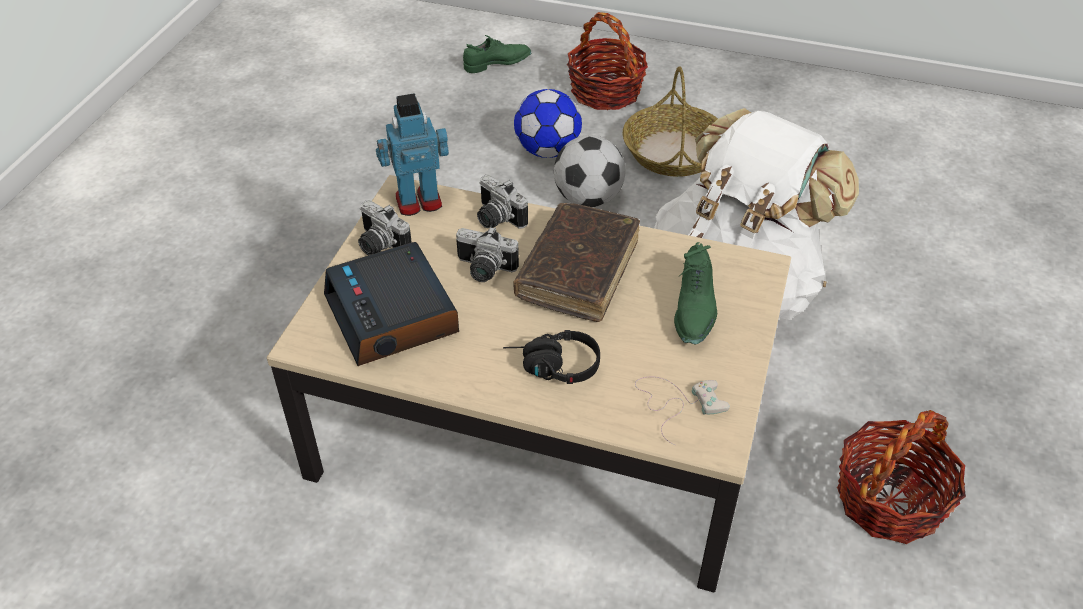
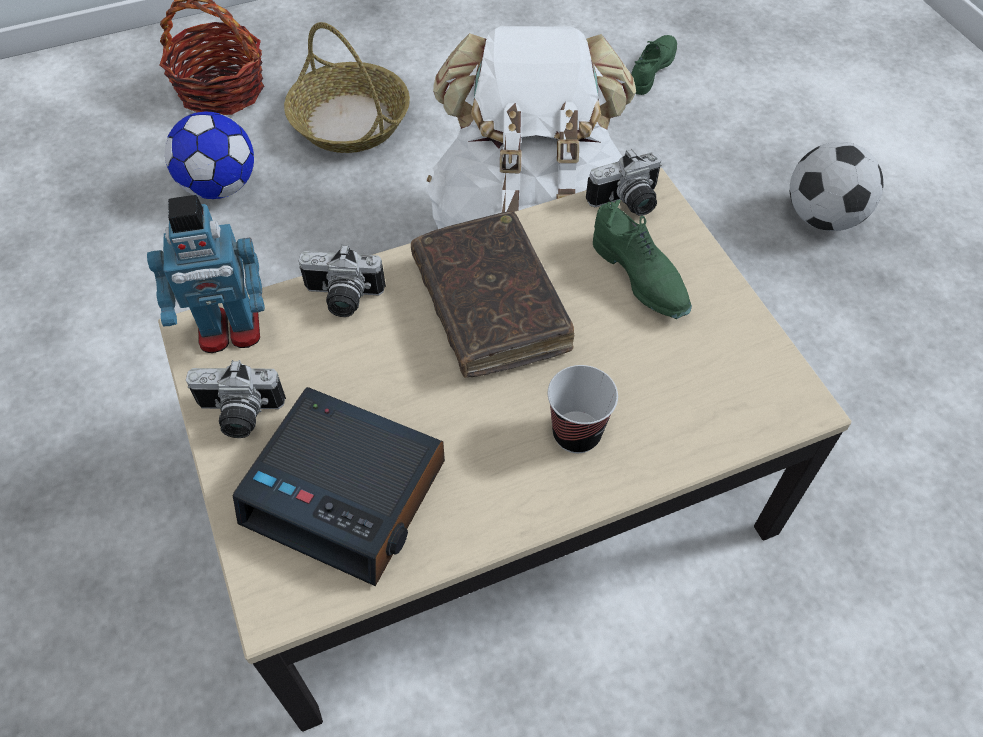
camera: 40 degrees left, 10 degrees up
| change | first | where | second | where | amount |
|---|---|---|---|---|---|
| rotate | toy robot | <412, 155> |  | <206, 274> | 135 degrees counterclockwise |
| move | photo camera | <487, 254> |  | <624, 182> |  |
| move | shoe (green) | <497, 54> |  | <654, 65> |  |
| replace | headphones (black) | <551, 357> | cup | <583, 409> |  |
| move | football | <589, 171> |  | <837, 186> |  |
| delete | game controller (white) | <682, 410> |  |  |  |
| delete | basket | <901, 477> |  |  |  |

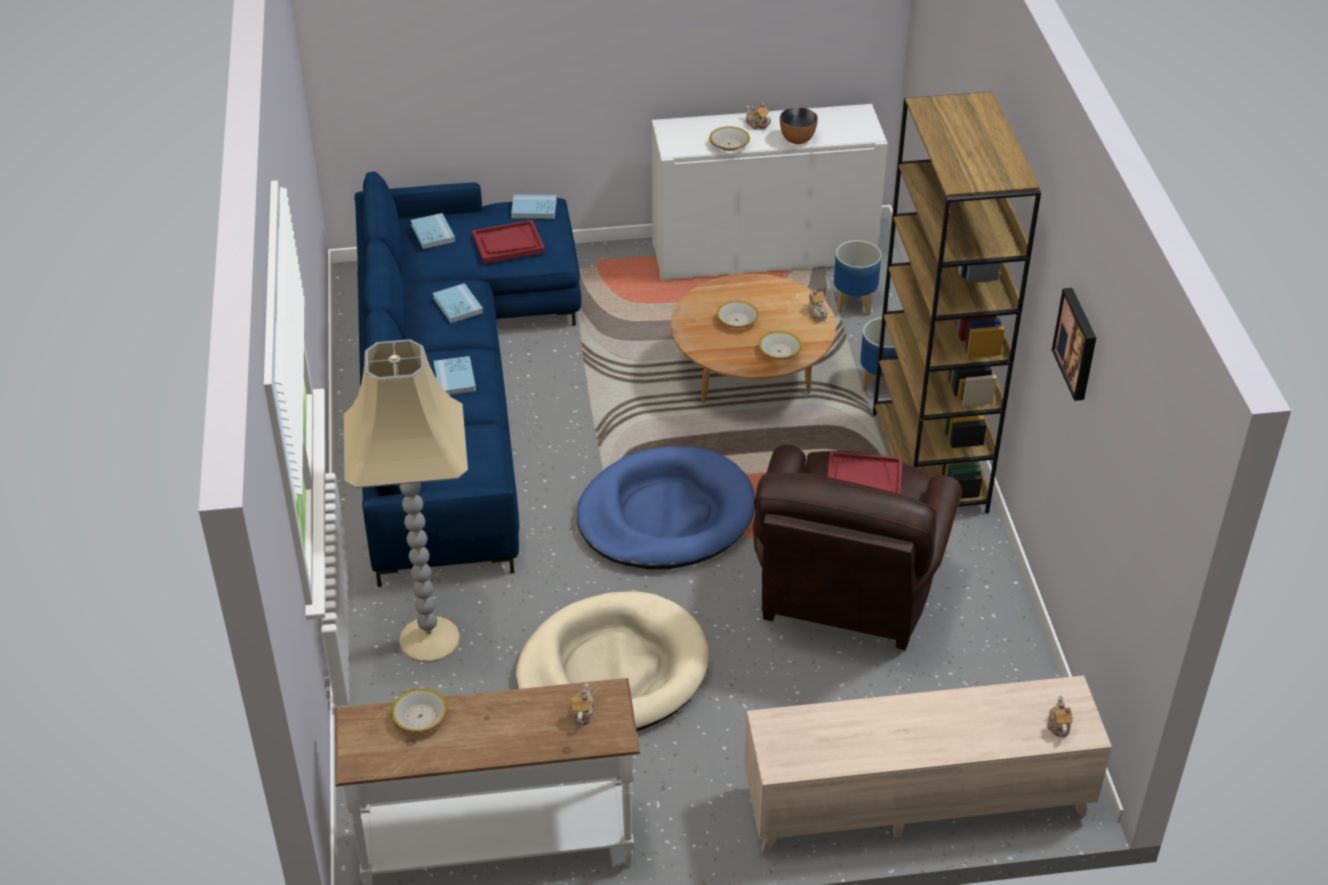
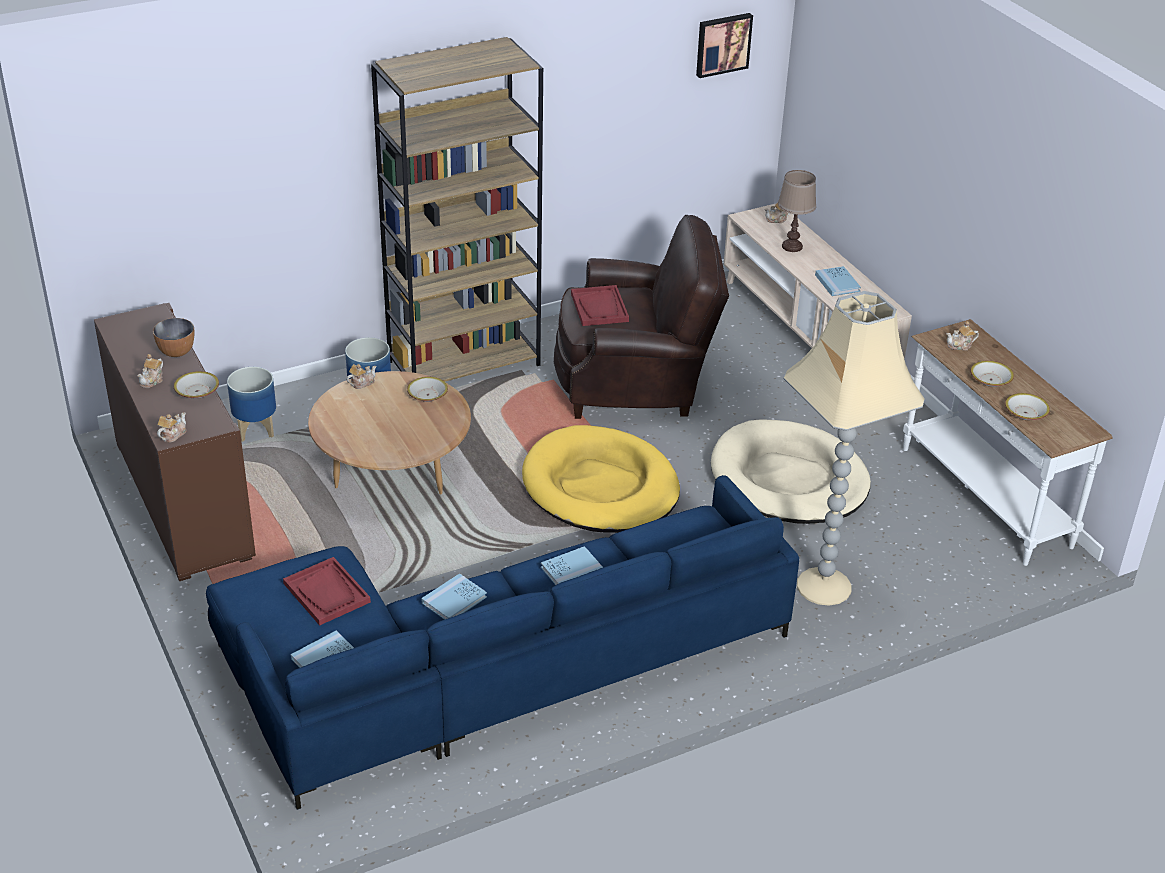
camera: 110 degrees left, 5 degrees down
| change | first | where | second | where | amount |
|---|---|---|---|---|---|
| move | book (blue) | <534, 206> |  | <838, 281> |  |
| recolor | dog bed (blue) | <666, 507> | dog bed (yellow) | <601, 479> |  |
| recolor | cabinet (white) | <770, 192> | cabinet (brown) | <175, 442> |  |
| move | bowl | <737, 314> |  | <992, 374> |  |
| move | picture | <1074, 344> |  | <724, 45> |  |
| insert |  |  | teapot | <172, 427> |  |
| insert |  |  | table lamp (brown) | <797, 211> |  |

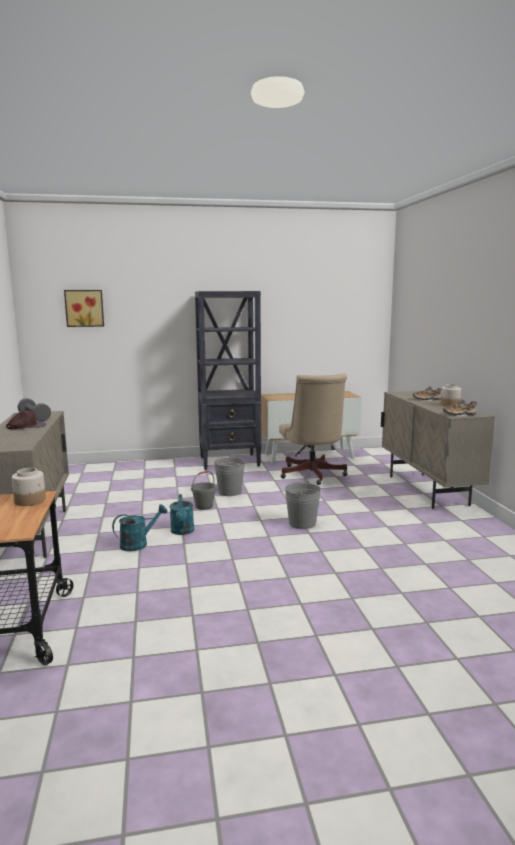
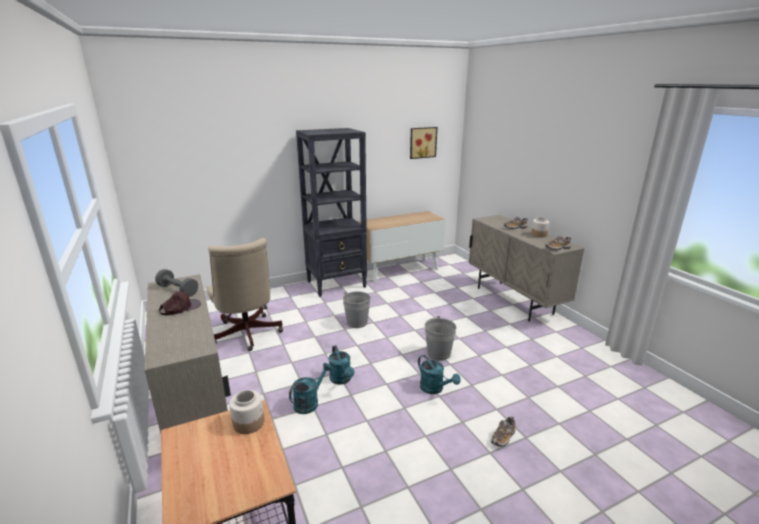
camera: 15 degrees left, 10 degrees up
| change | first | where | second | where | amount |
|---|---|---|---|---|---|
| move | picture | <84, 308> |  | <423, 143> |  |
| delete | bucket (grey) | <203, 490> |  |  |  |
| move | office chair (beige) | <313, 429> |  | <245, 294> |  |
| insert |  |  | watering can (turquoise) | <439, 374> |  |
| insert |  |  | shoe | <503, 431> |  |

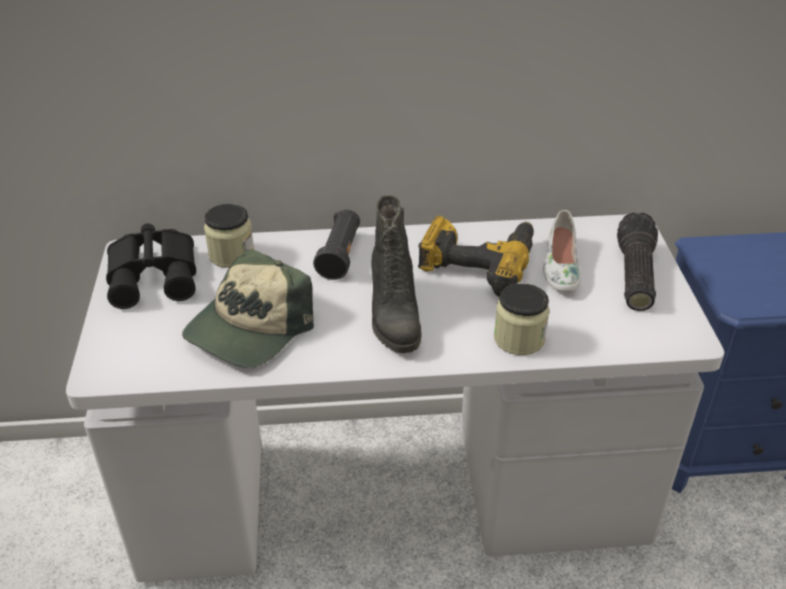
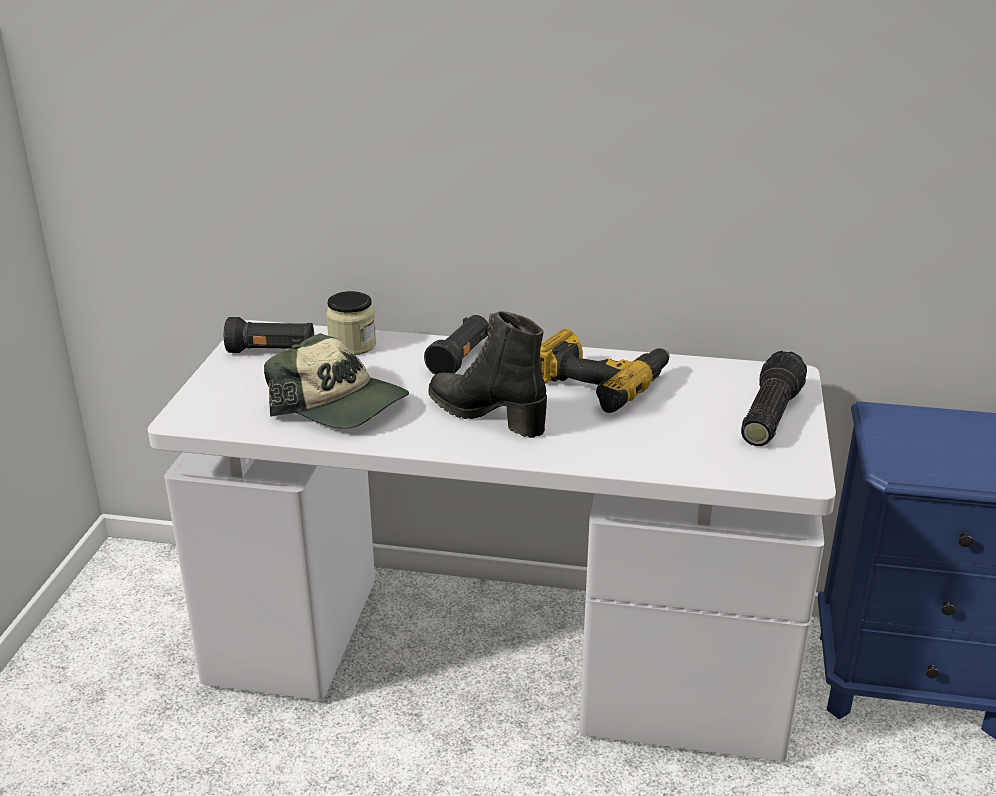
camera: 15 degrees right, 10 degrees down
| change | first | where | second | where | amount |
|---|---|---|---|---|---|
| replace | binoculars (black) | <151, 266> | flashlight (black) | <269, 335> |  |
| rotate | cap | <248, 308> |  | <336, 381> | 105 degrees counterclockwise |
| rotate | boot (black) | <396, 274> |  | <487, 374> | 120 degrees clockwise |
| delete | jar | <522, 319> |  |  |  |
| delete | shoe (white) | <562, 251> |  |  |  |

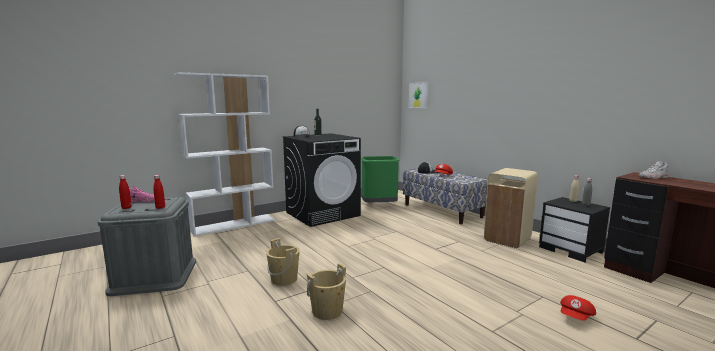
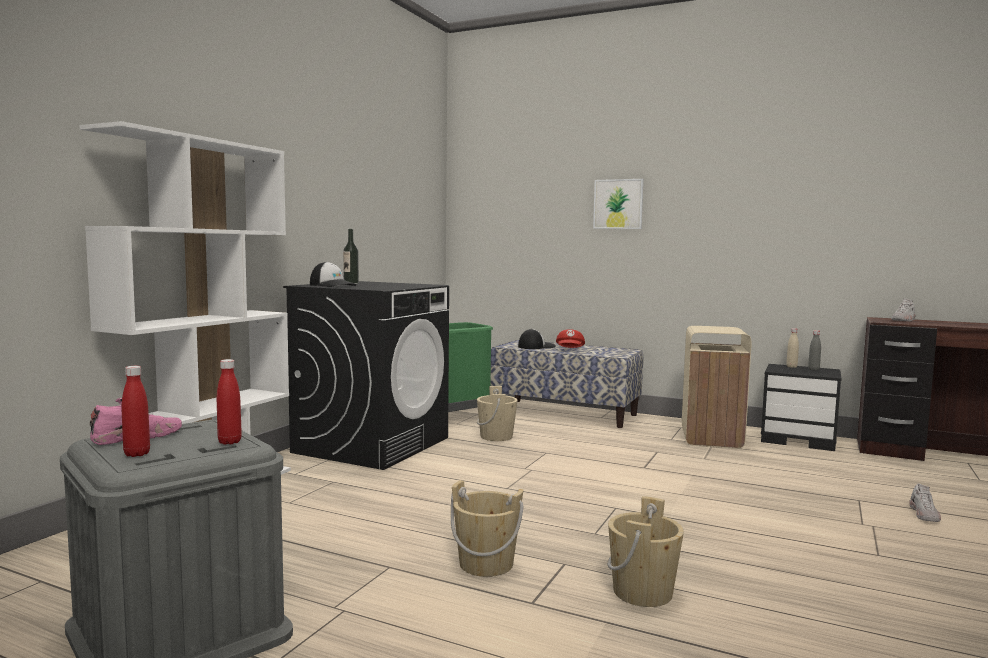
camera: 30 degrees left, 5 degrees down
| change | first | where | second | where | amount |
|---|---|---|---|---|---|
| move | picture | <418, 95> |  | <618, 204> |  |
| replace | cap (red) | <578, 308> | shoe (white) | <925, 502> |  |
| insert |  |  | bucket (beige) | <497, 413> |  |

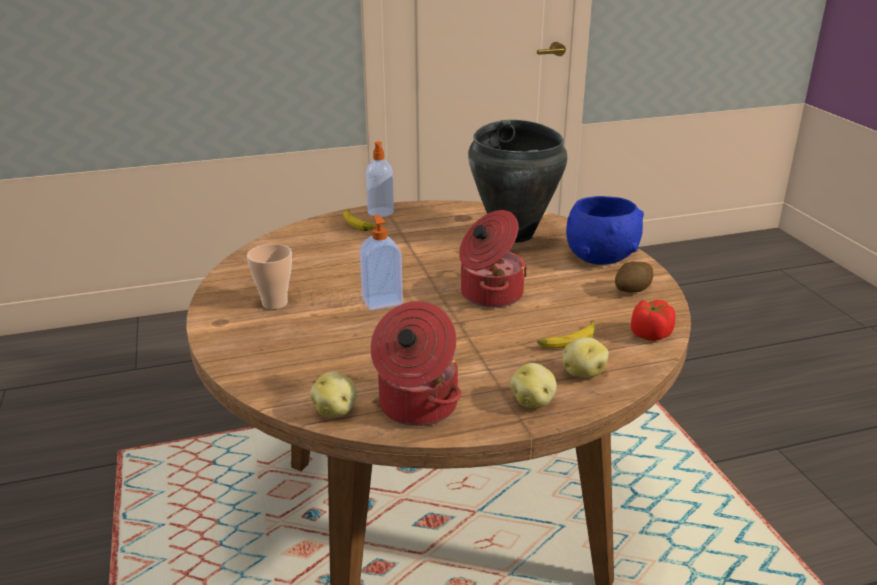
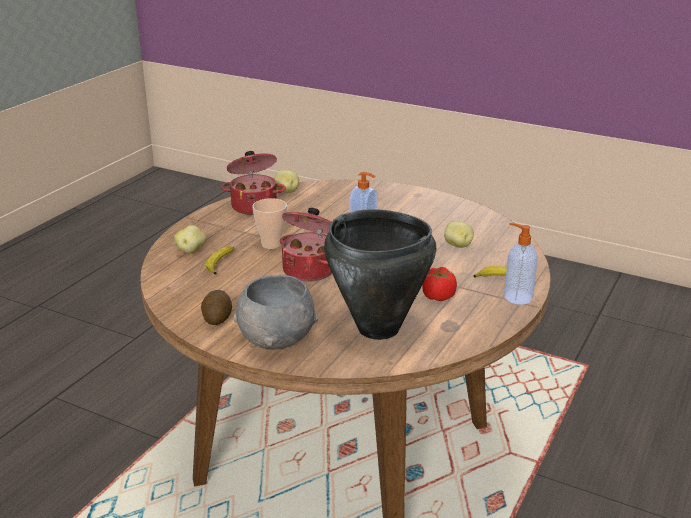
camera: 135 degrees right, 0 degrees up
| change | first | where | second | where | amount |
|---|---|---|---|---|---|
| move | cup | <269, 276> |  | <270, 223> |  |
| move | potato | <533, 385> |  | <459, 234> |  |
| recolor | bowl (blue) | <605, 230> | bowl (grey) | <276, 312> |  |
| move | tomato | <653, 320> |  | <439, 284> |  |

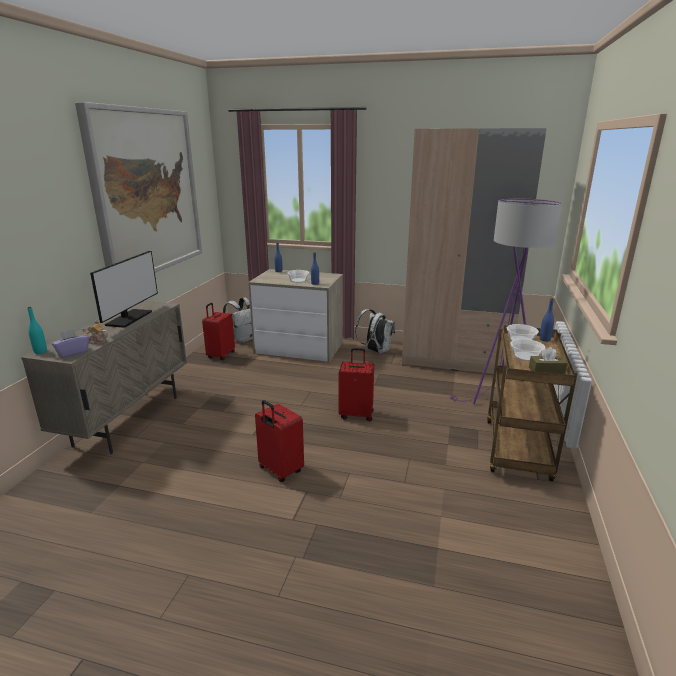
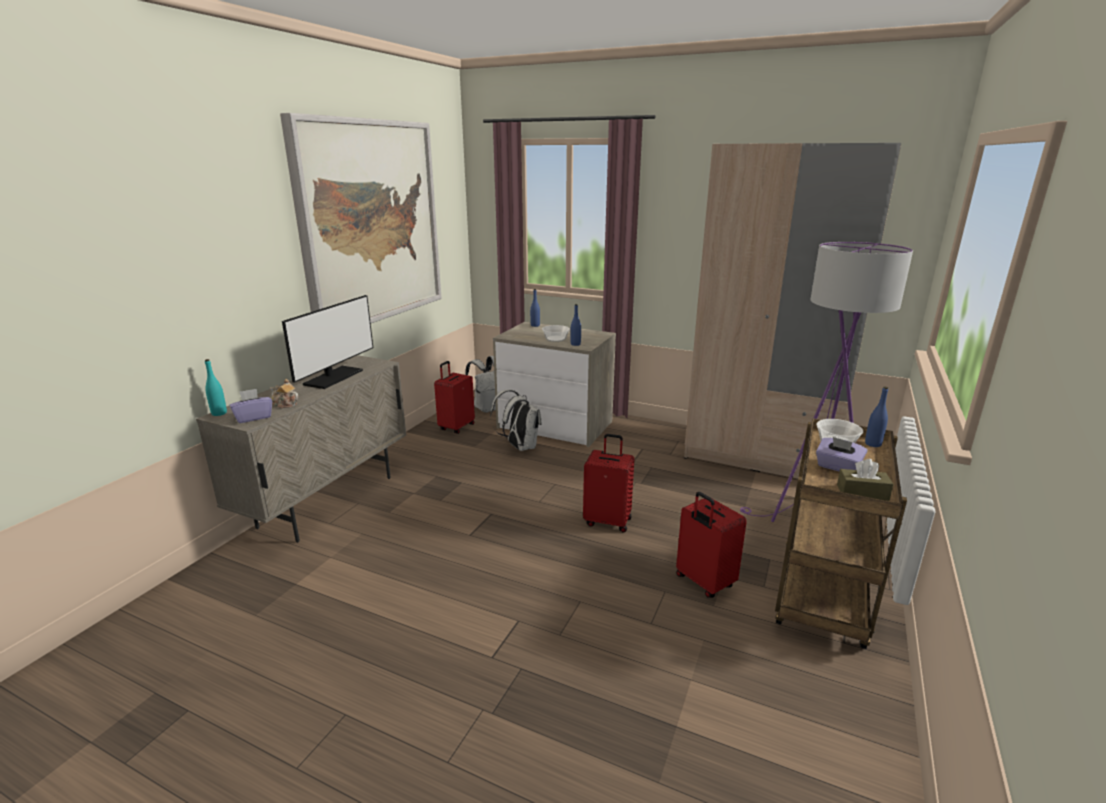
camera: 10 degrees right, 0 degrees up
| change | first | where | second | where | amount |
|---|---|---|---|---|---|
| move | suitcase (red) | <279, 441> |  | <711, 545> |  |
| move | backpack (white) | <375, 331> |  | <515, 420> |  |
| replace | bowl | <527, 350> | tissue box (purple) | <842, 454> |  |

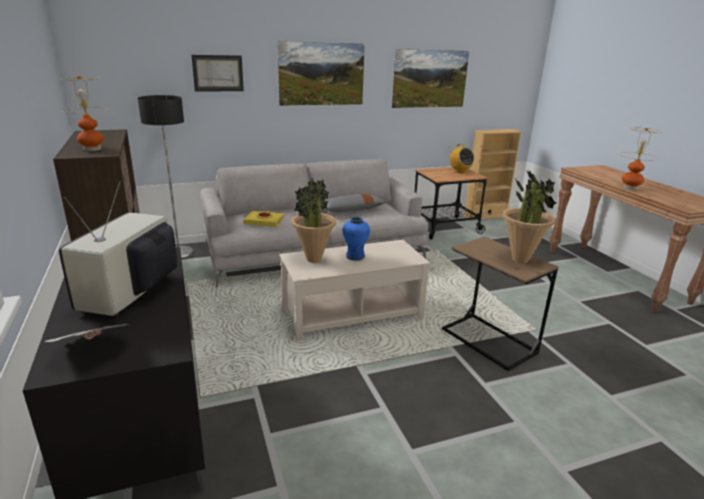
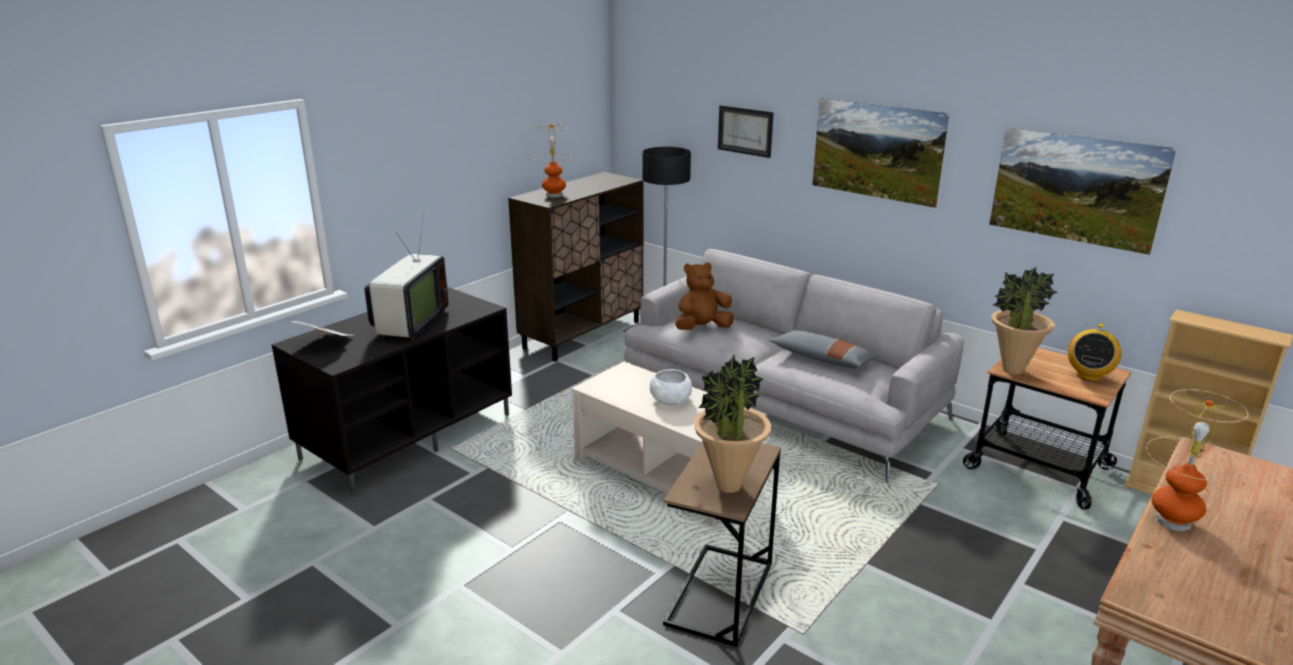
camera: 60 degrees right, 0 degrees up
| change | first | where | second | where | amount |
|---|---|---|---|---|---|
| rotate | television | <118, 250> |  | <406, 276> | 120 degrees clockwise |
| replace | book (yellow) | <263, 219> | plush toy (brown) | <704, 296> |  |
| move | potted plant | <314, 220> |  | <1024, 321> |  |
| replace | vase (blue) | <356, 239> | bowl (white) | <671, 387> |  |

